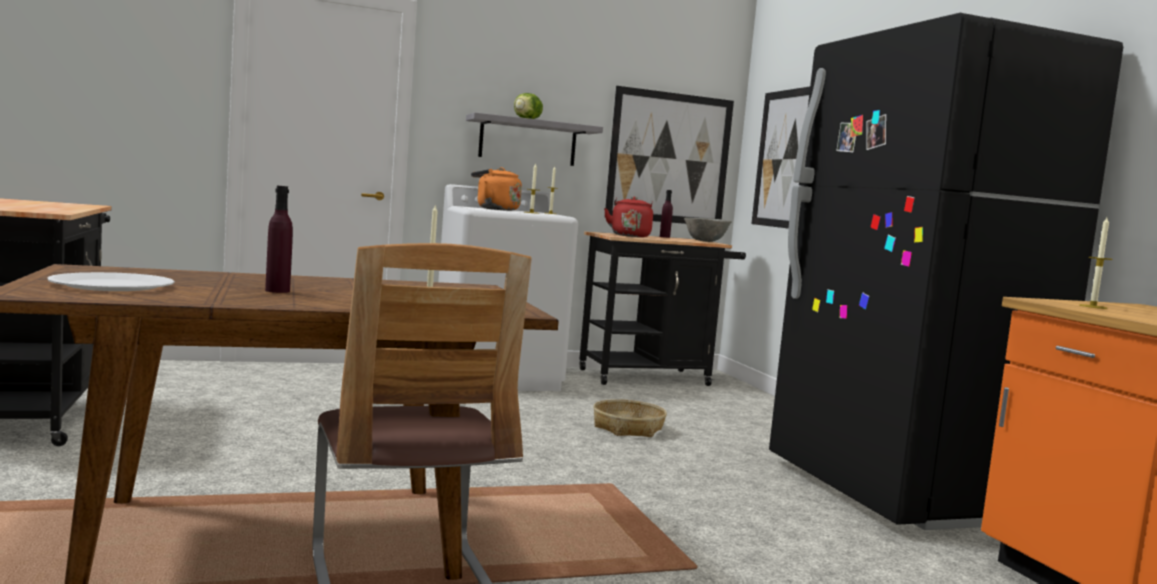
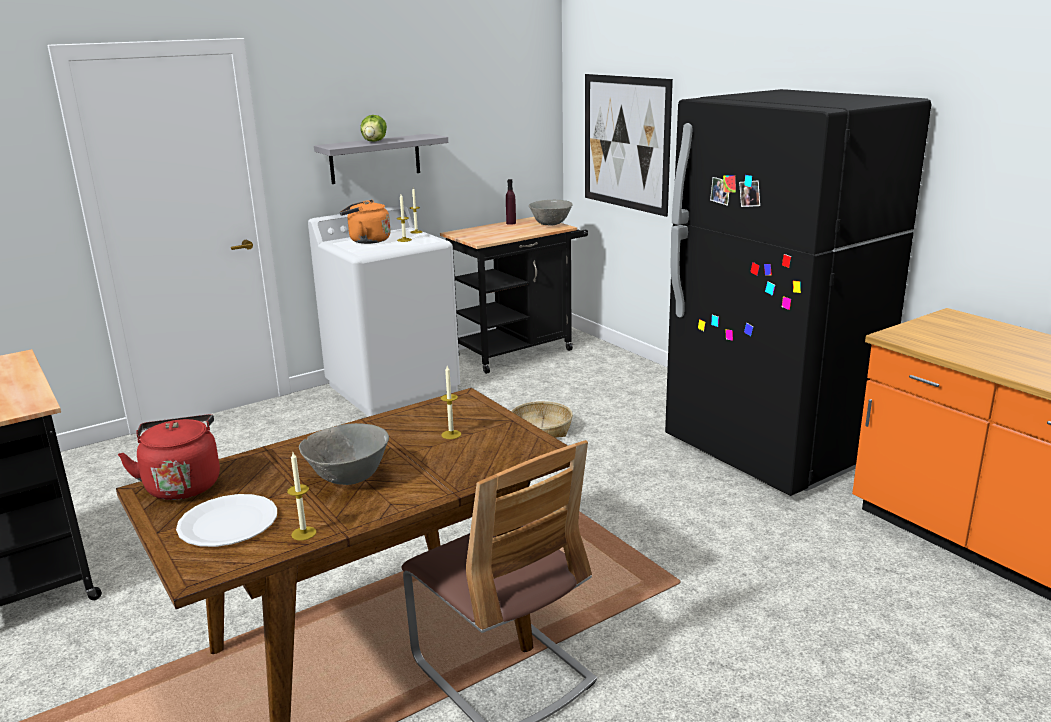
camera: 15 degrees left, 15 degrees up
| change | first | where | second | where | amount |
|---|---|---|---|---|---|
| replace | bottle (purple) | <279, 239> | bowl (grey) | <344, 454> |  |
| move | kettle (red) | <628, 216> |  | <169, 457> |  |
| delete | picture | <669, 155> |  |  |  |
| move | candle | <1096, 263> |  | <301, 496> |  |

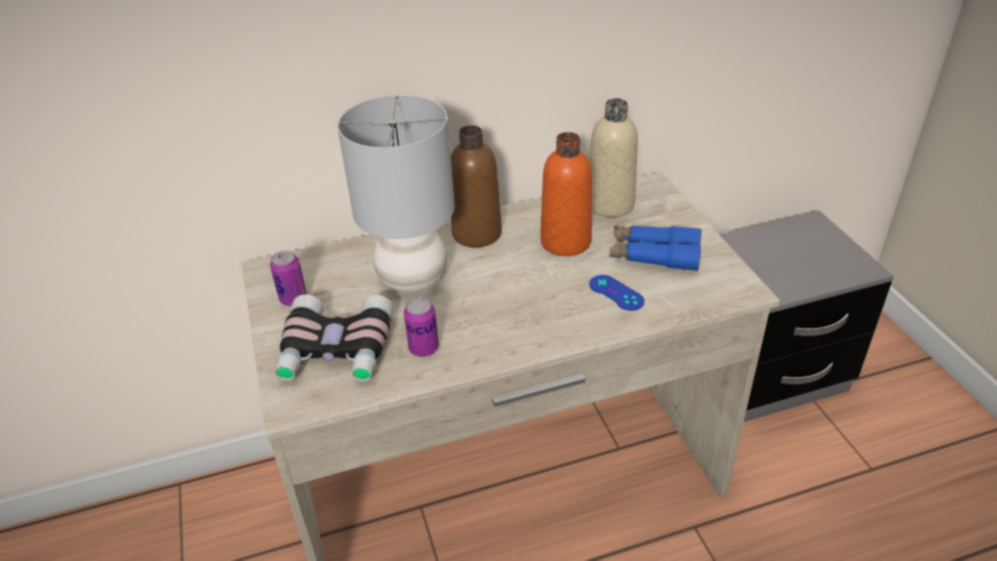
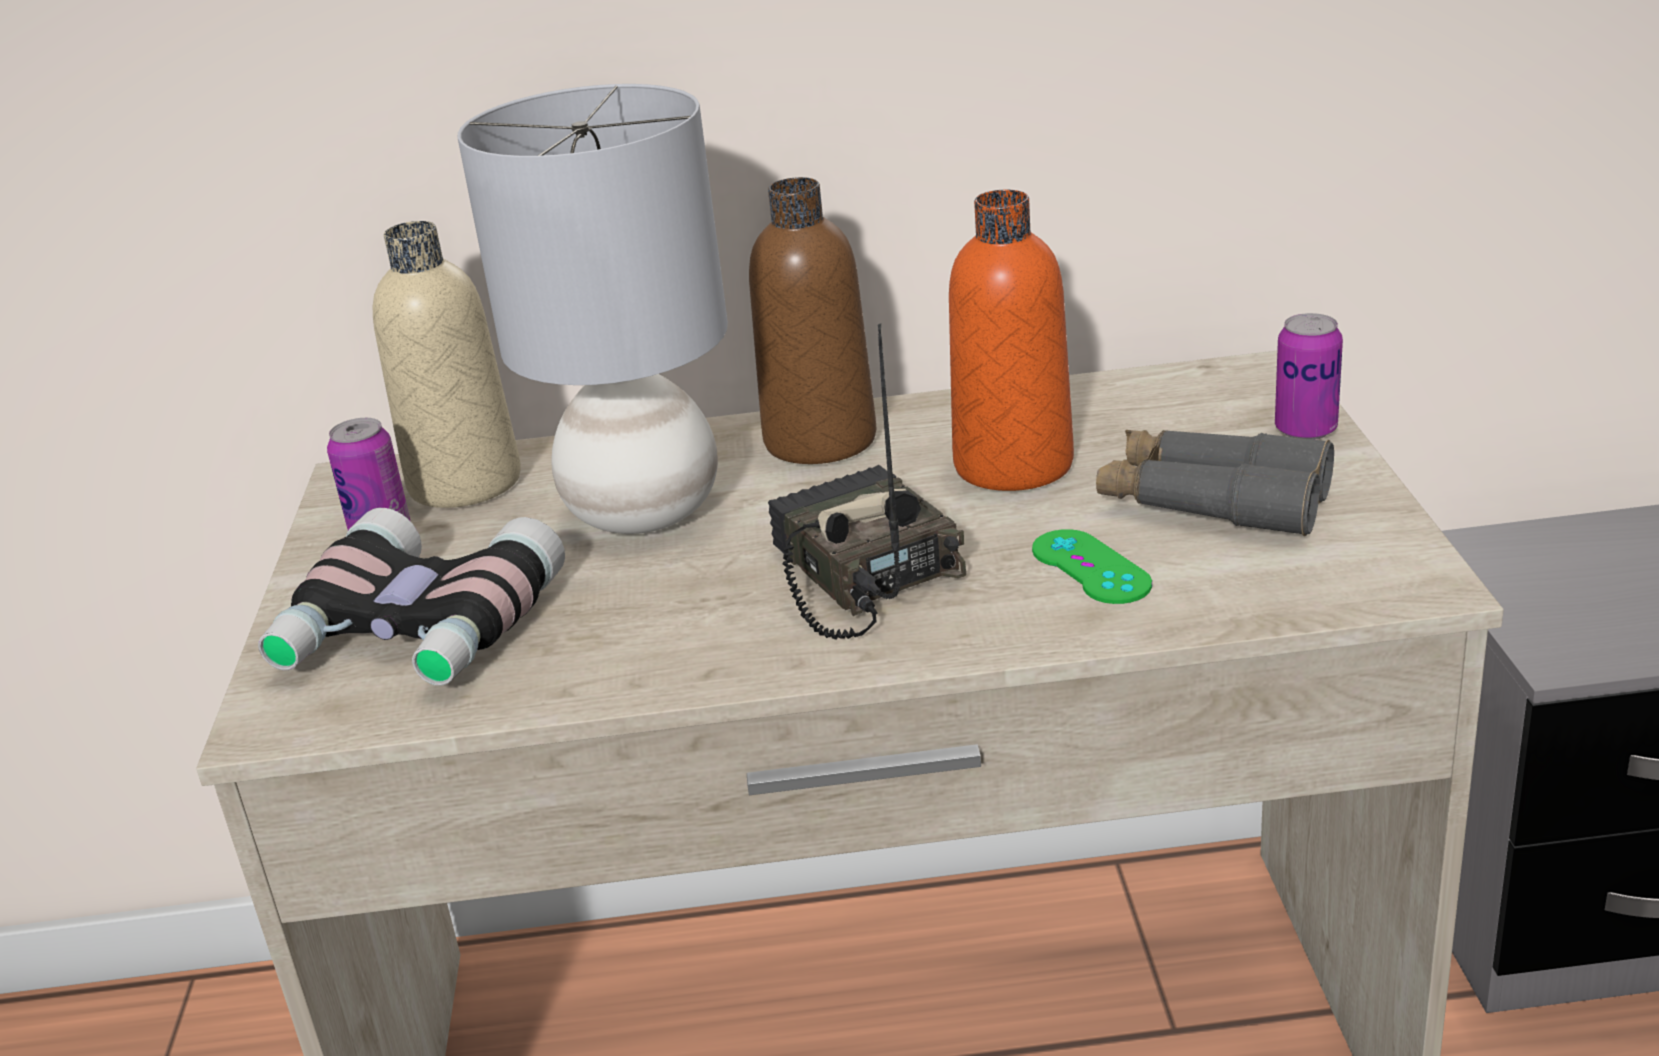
camera: 15 degrees right, 10 degrees down
| change | first | where | second | where | amount |
|---|---|---|---|---|---|
| move | can | <421, 327> |  | <1309, 376> |  |
| move | bottle (beige) | <613, 157> |  | <447, 364> |  |
| recolor | game controller (blue) | <617, 293> | game controller (green) | <1092, 566> |  |
| recolor | binoculars (blue) | <655, 248> | binoculars (grey) | <1215, 483> |  |
| insert |  |  | radio | <867, 482> |  |

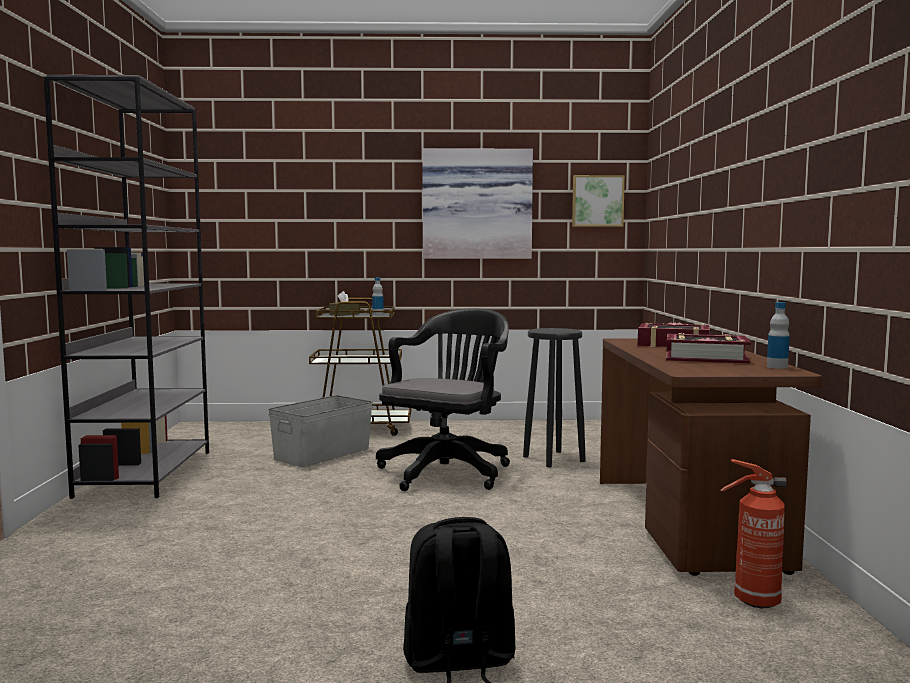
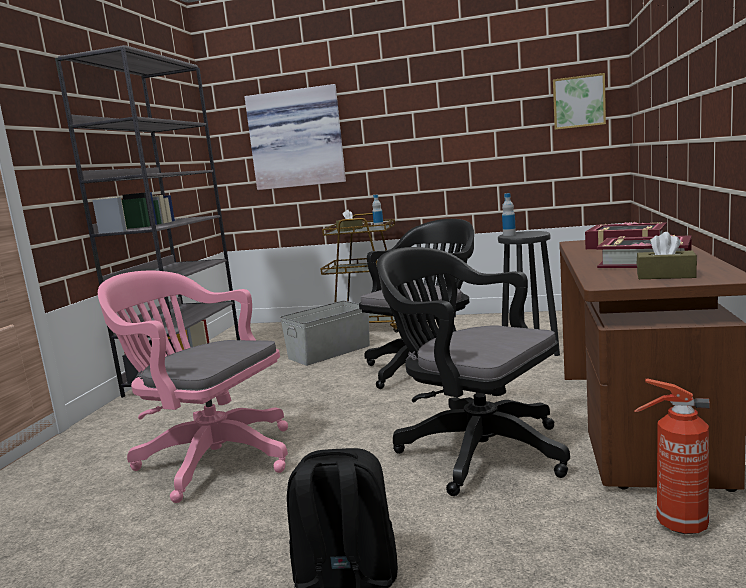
camera: 15 degrees right, 5 degrees up
| change | first | where | second | where | amount |
|---|---|---|---|---|---|
| move | picture | <477, 203> |  | <295, 137> |  |
| move | bottle | <778, 335> |  | <509, 214> |  |
| insert |  |  | office chair (pink) | <193, 386> |  |
| insert |  |  | office chair (black) | <473, 371> |  |
| insert |  |  | tissue box (brown) | <667, 255> |  |

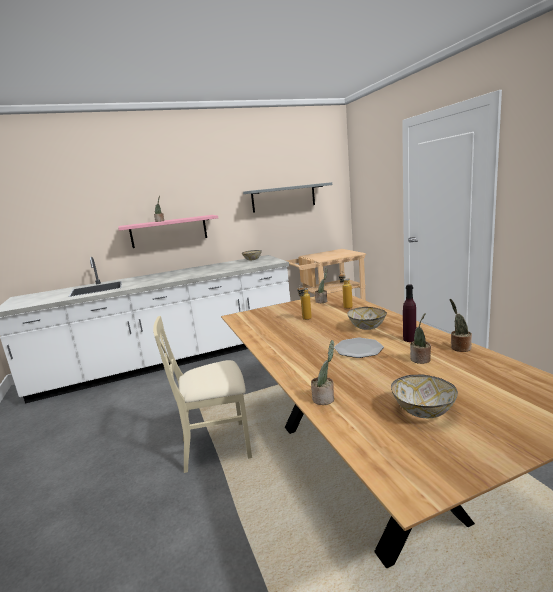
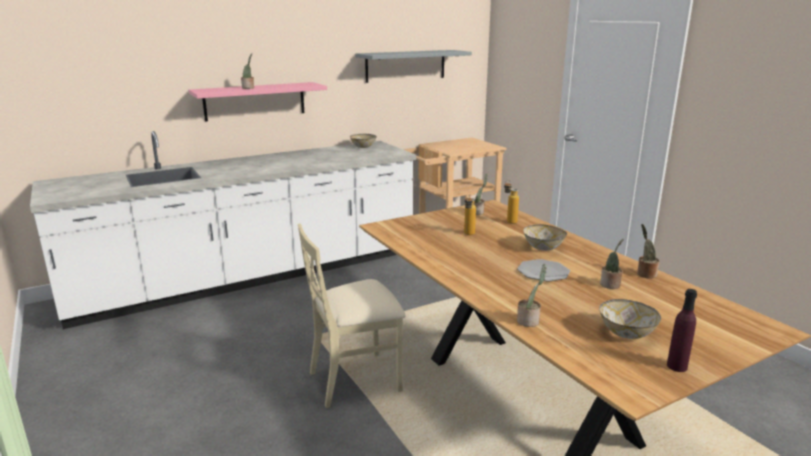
camera: 10 degrees left, 5 degrees up
| change | first | where | second | where | amount |
|---|---|---|---|---|---|
| move | bottle (purple) | <409, 313> |  | <682, 330> |  |

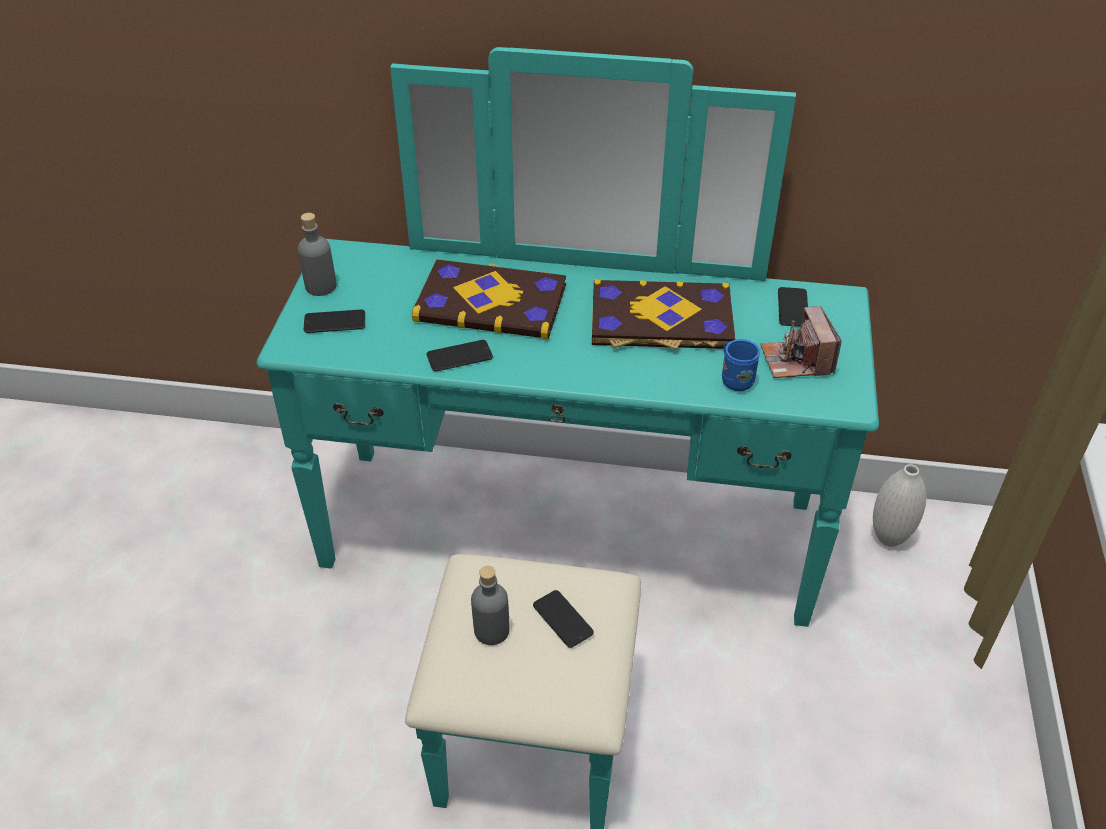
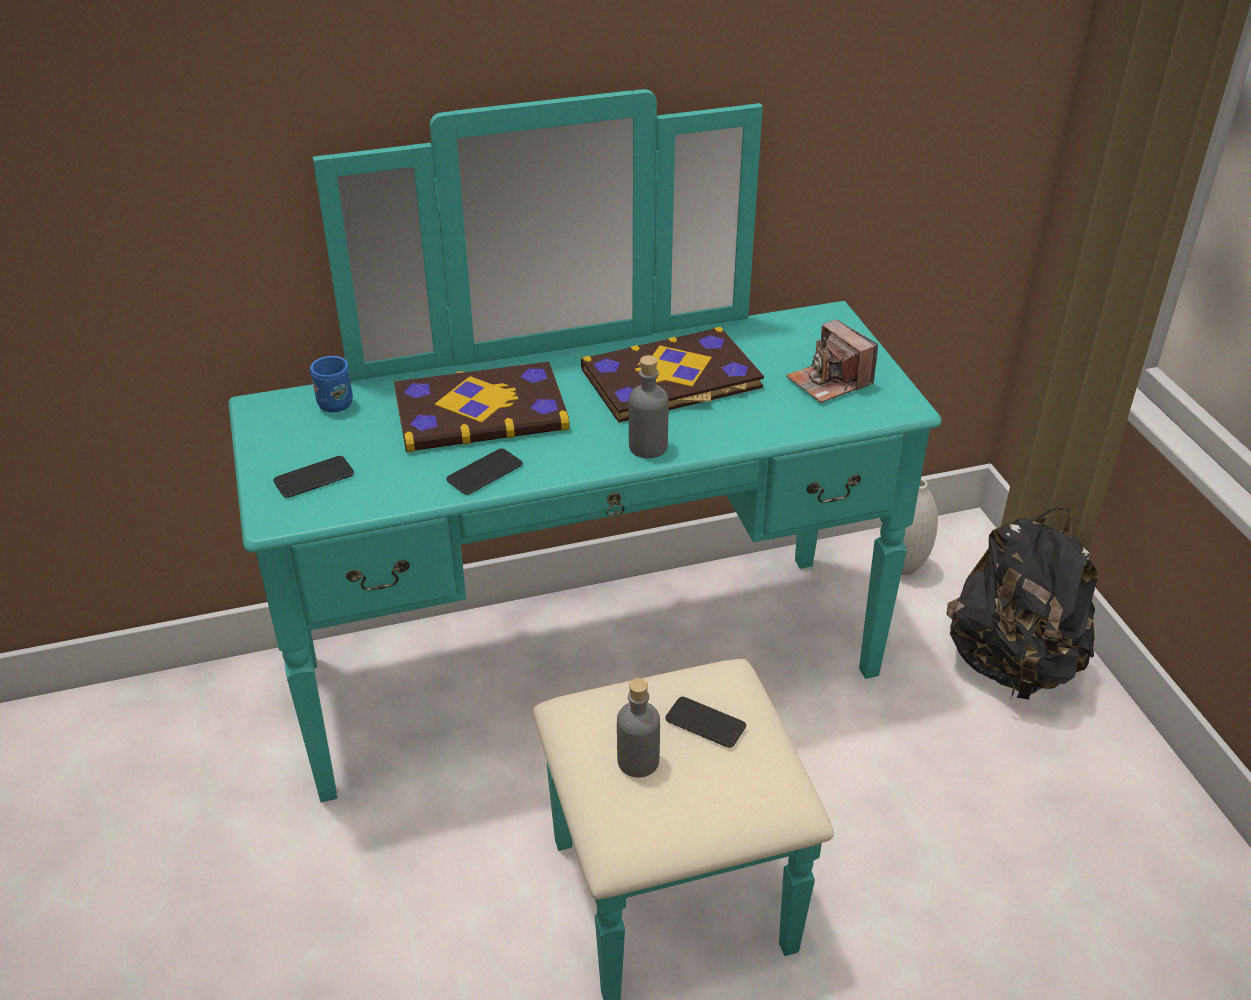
camera: 25 degrees left, 5 degrees down
| change | first | where | second | where | amount |
|---|---|---|---|---|---|
| move | bottle (grey) | <317, 254> |  | <649, 406> |  |
| move | mug (blue) | <741, 365> |  | <331, 384> |  |
| delete | phone | <793, 307> |  |  |  |
| insert |  |  | backpack (black) | <1022, 604> |  |

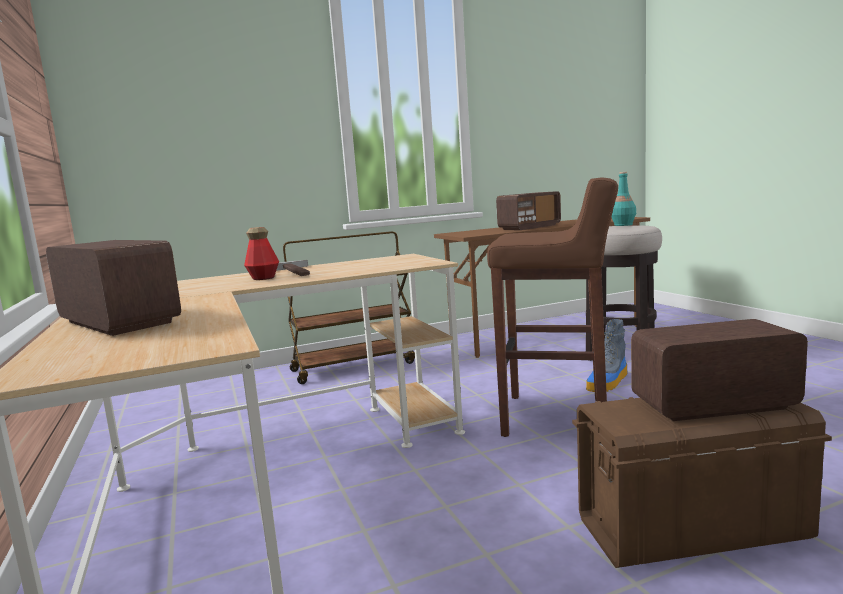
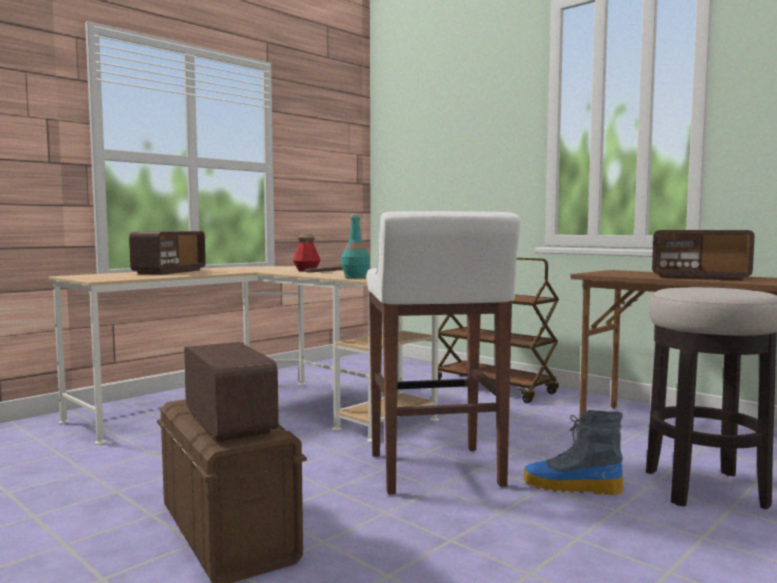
camera: 65 degrees right, 5 degrees down
| change | first | where | second | where | amount |
|---|---|---|---|---|---|
| recolor | stool (brown) | <552, 307> | stool (white) | <444, 352> |  |
| move | bottle (turquoise) | <623, 199> |  | <355, 246> |  |

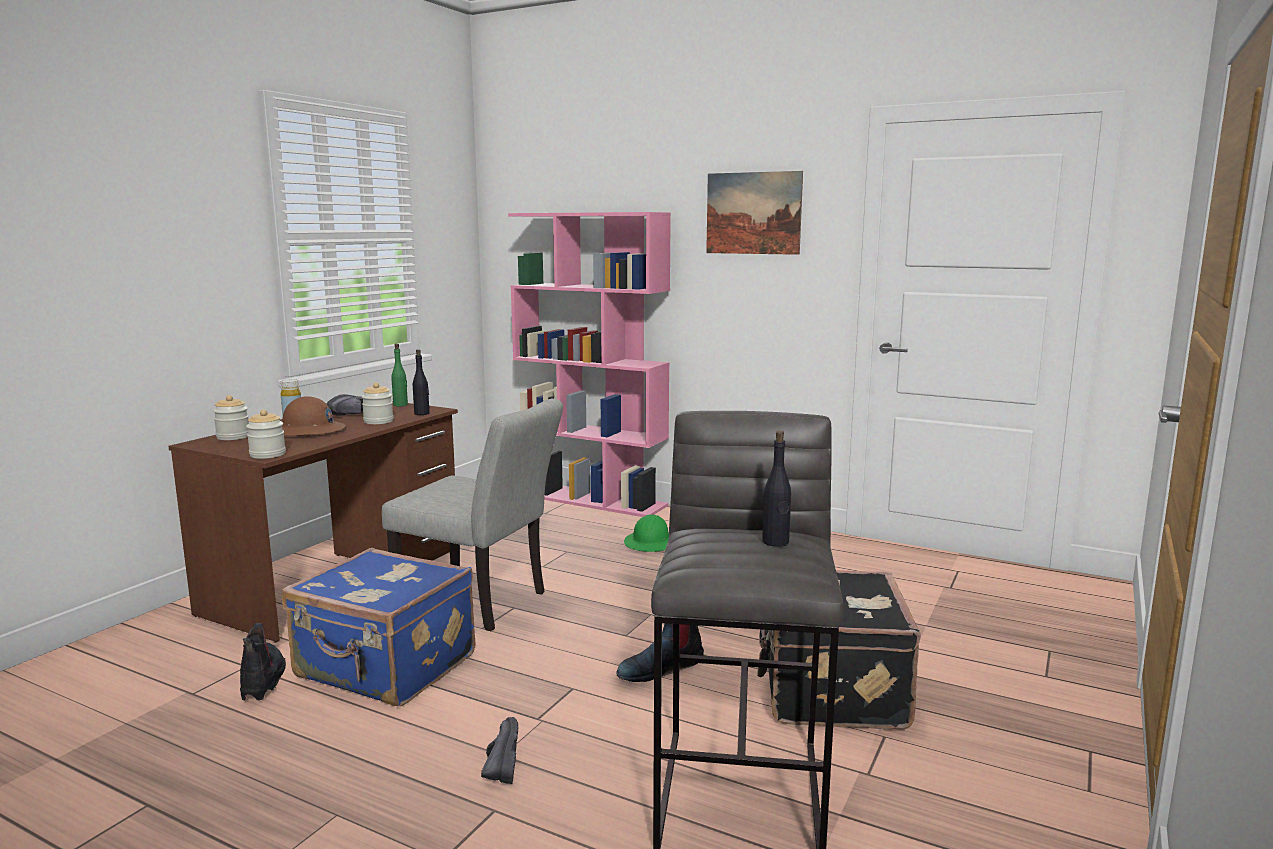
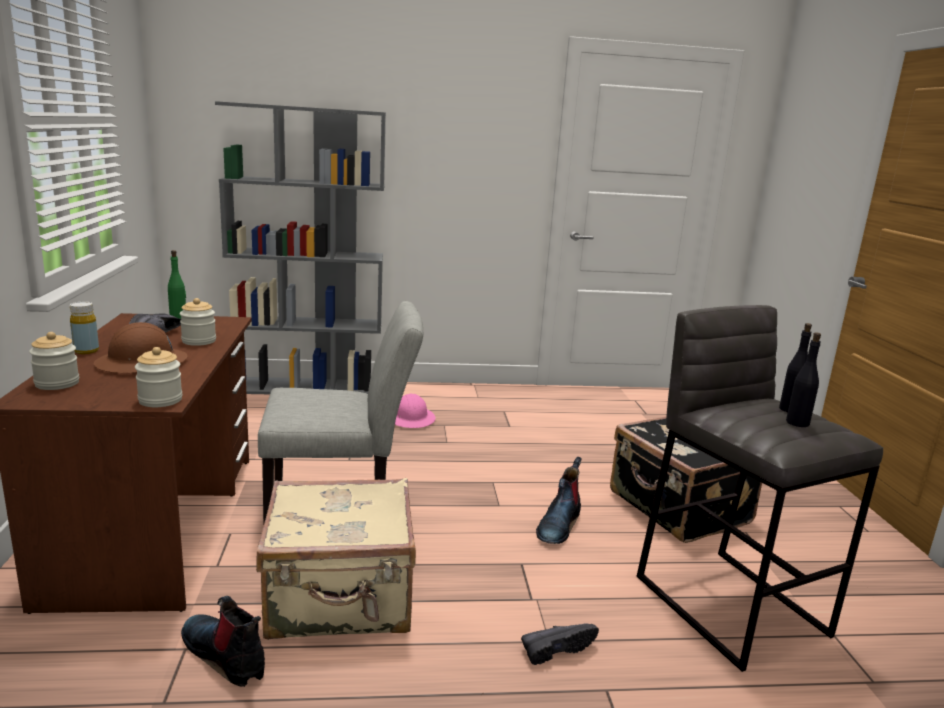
camera: 35 degrees left, 5 degrees up
| change | first | where | second | where | amount |
|---|---|---|---|---|---|
| recolor | suitcase (blue) | <379, 627> | suitcase (beige) | <336, 559> |  |
| move | bottle (black) | <421, 382> |  | <803, 380> |  |
| rotate | shoe (black) | <499, 750> |  | <560, 644> | 105 degrees clockwise |
| recolor | bookcase (pink) | <589, 364> | bookcase (grey) | <300, 247> |  |
| recolor | hard hat (green) | <646, 533> | hard hat (pink) | <415, 411> |  |
| delete | picture | <754, 213> |  |  |  |

